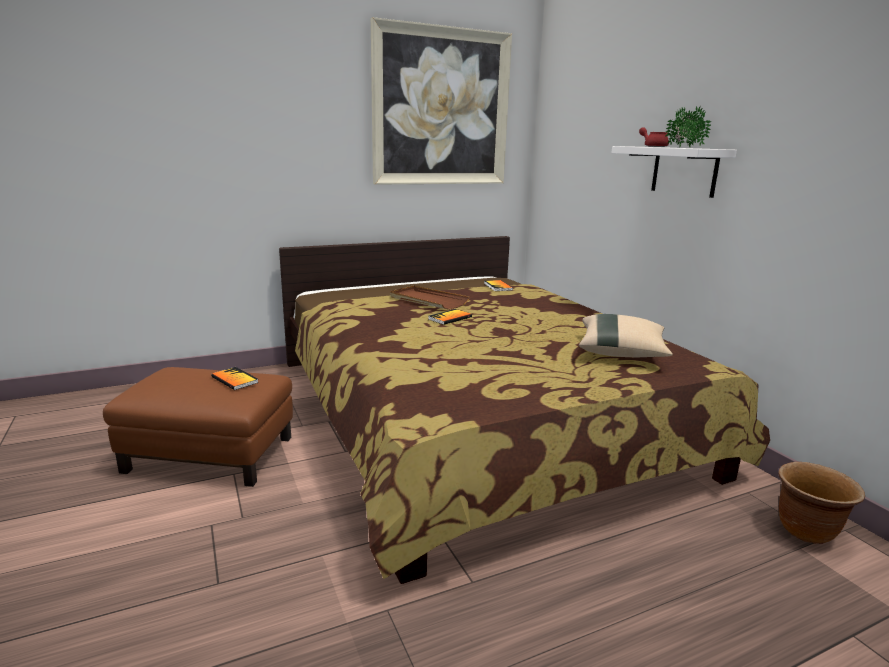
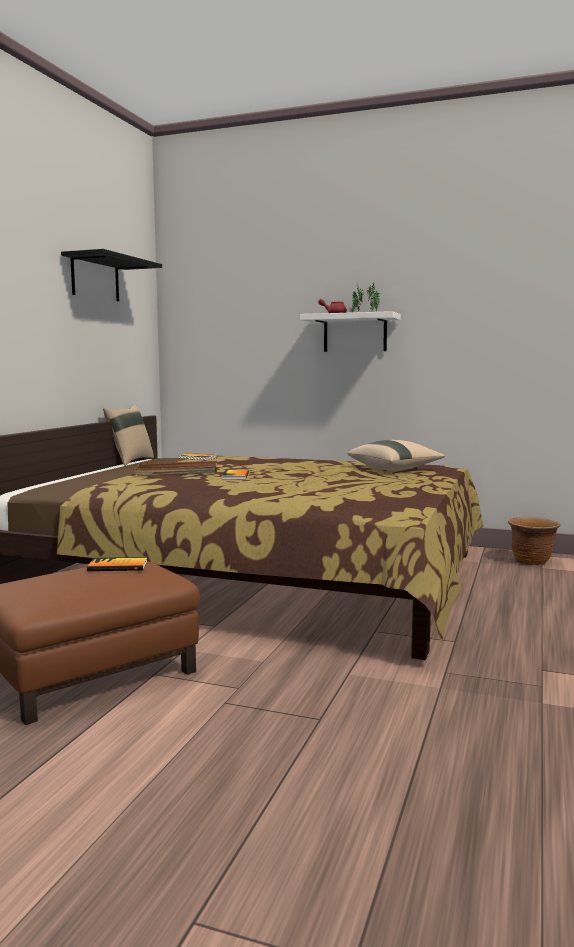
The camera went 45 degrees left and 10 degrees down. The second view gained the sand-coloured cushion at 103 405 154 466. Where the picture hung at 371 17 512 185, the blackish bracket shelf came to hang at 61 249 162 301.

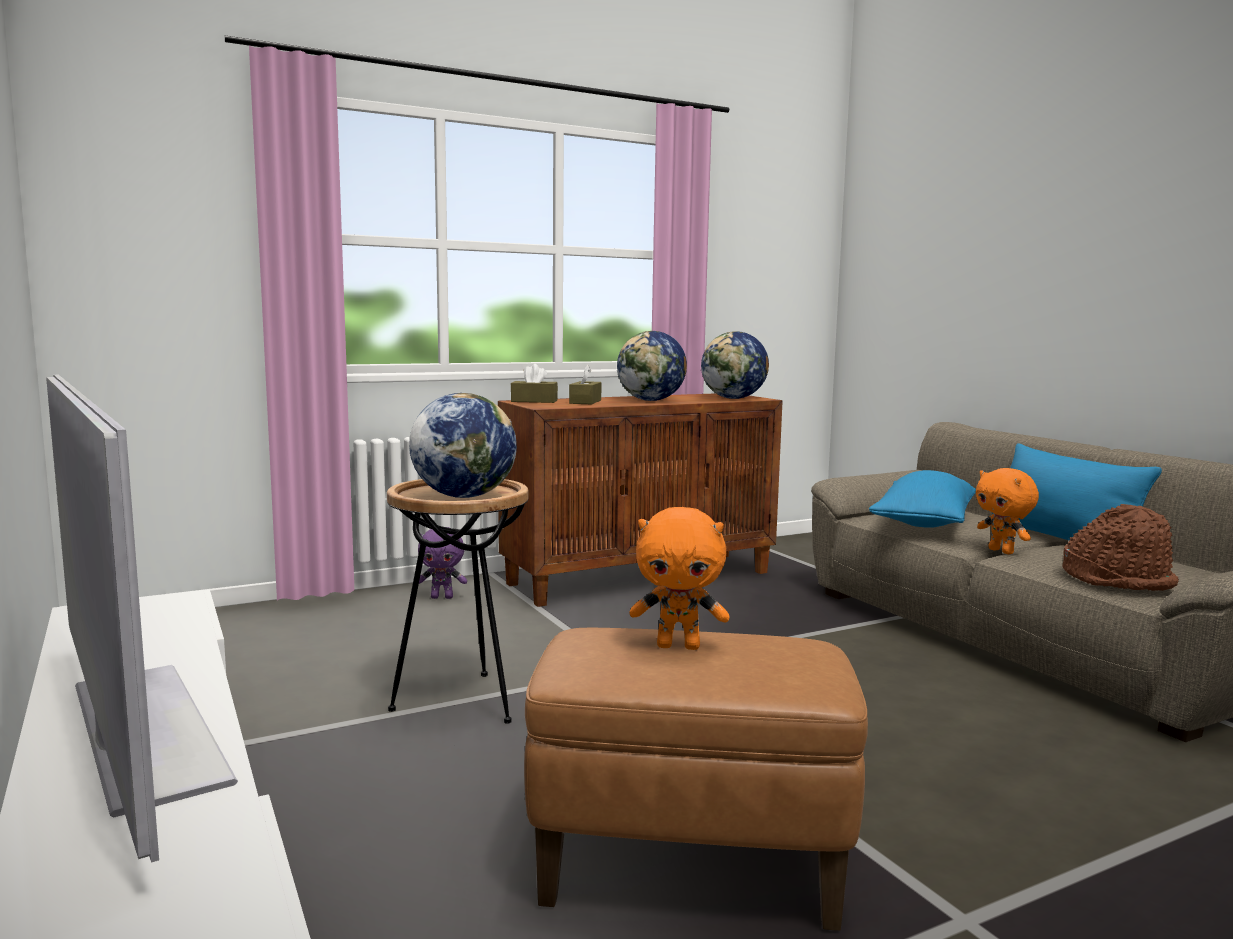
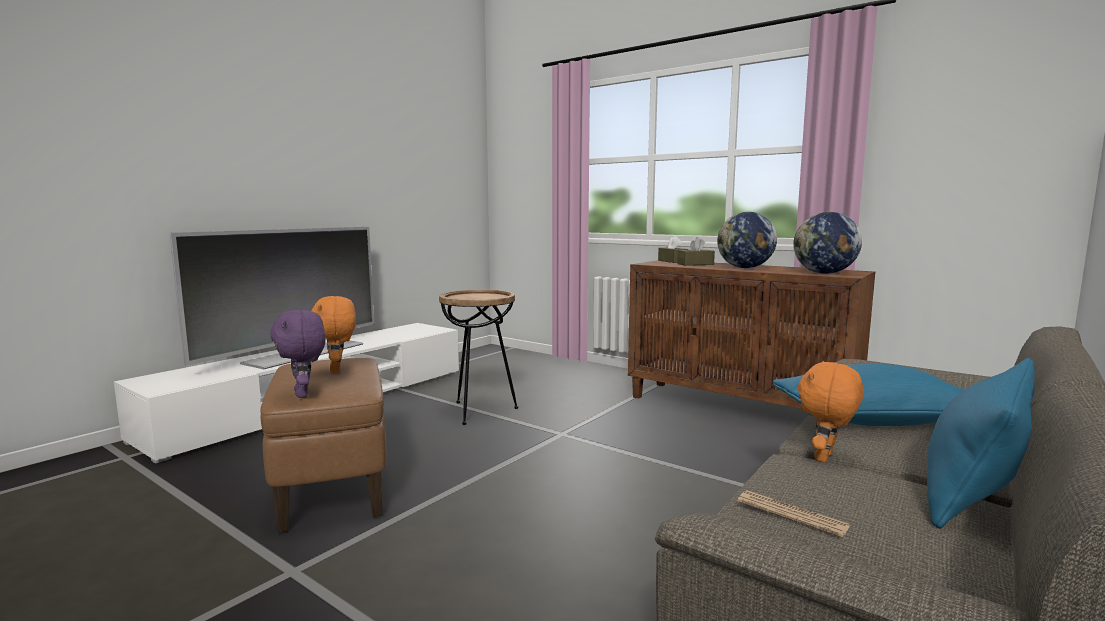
The camera went 65 degrees right and 0 degrees up. The second view lost the globe at 409 393 517 498. The purplish plush toy ended up elsewhere, having gone from 418 527 467 599 to 270 310 326 398. Where the brown-coloured hat stood at 1063 504 1179 591, the daily paper came to stand at 738 490 850 537.

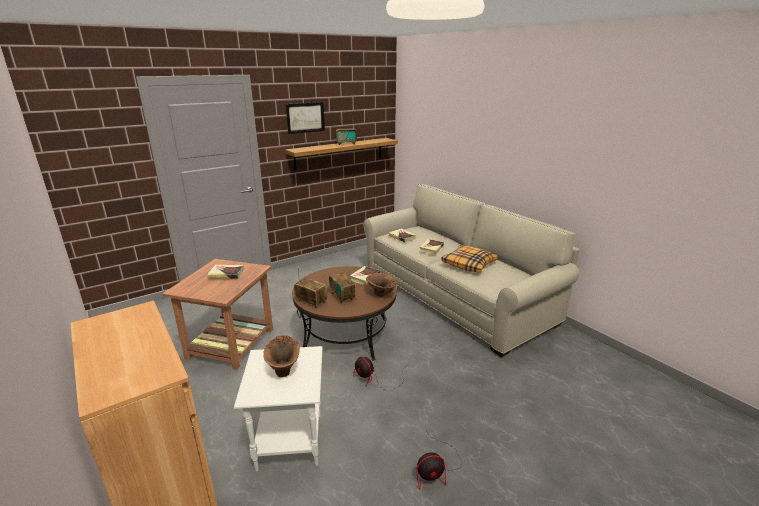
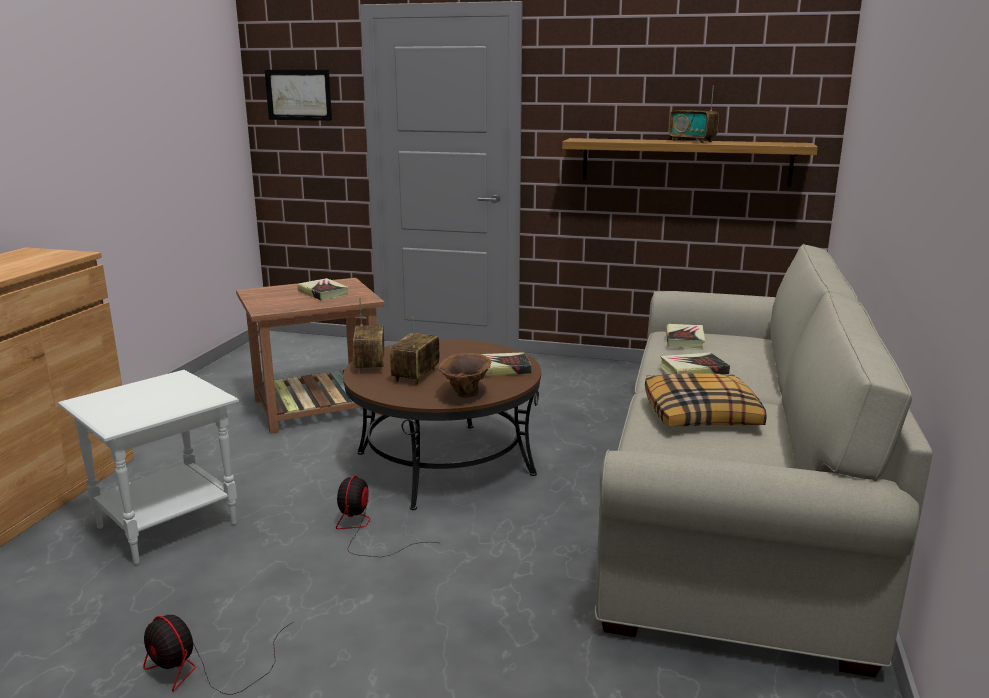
The camera went 50 degrees right and 5 degrees down. The second view lost the brown-coloured vase at 264 335 300 377. The picture ended up elsewhere, having gone from 286 102 325 134 to 265 70 332 121.

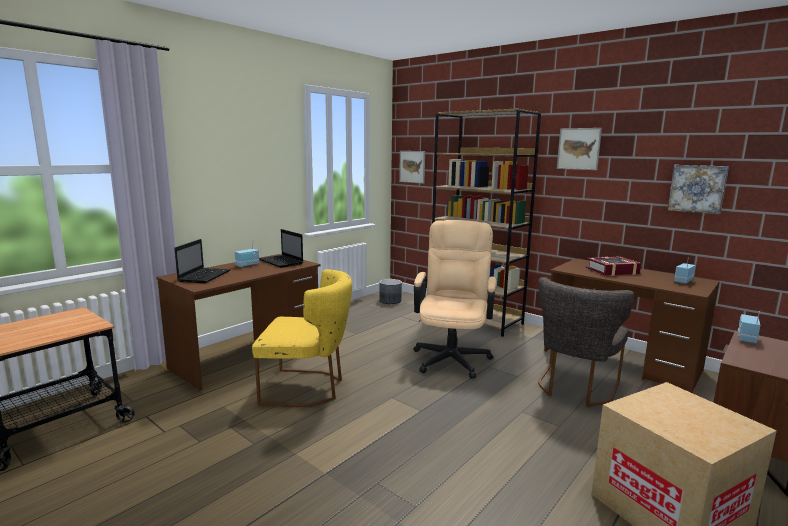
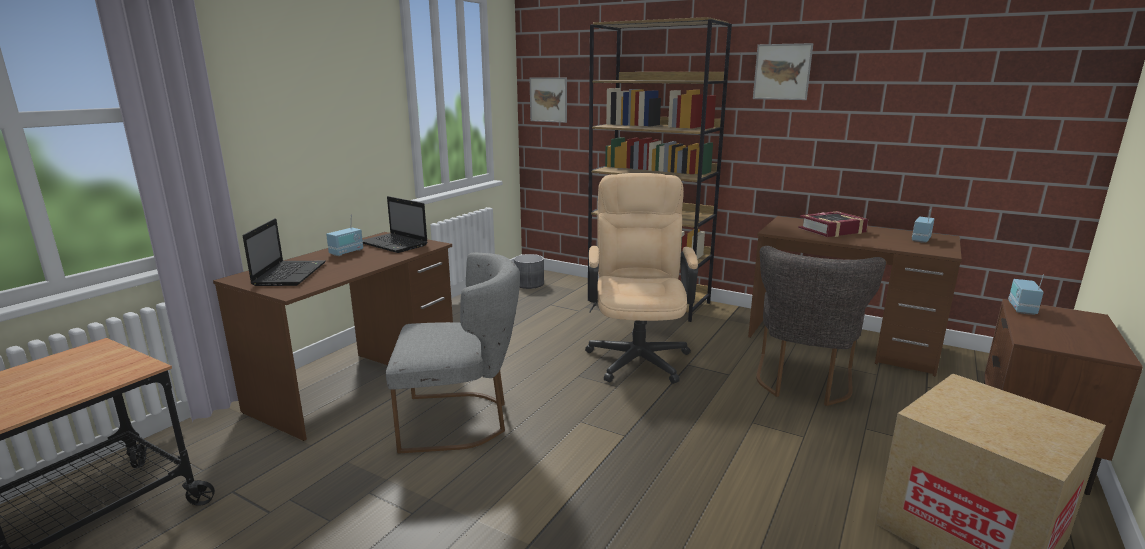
The camera went 10 degrees left and 5 degrees up. The second view lost the picture at 667 165 729 215. What was the yellowish plain chair at 252 269 352 407 turned into the gray plain chair at 386 252 520 454.

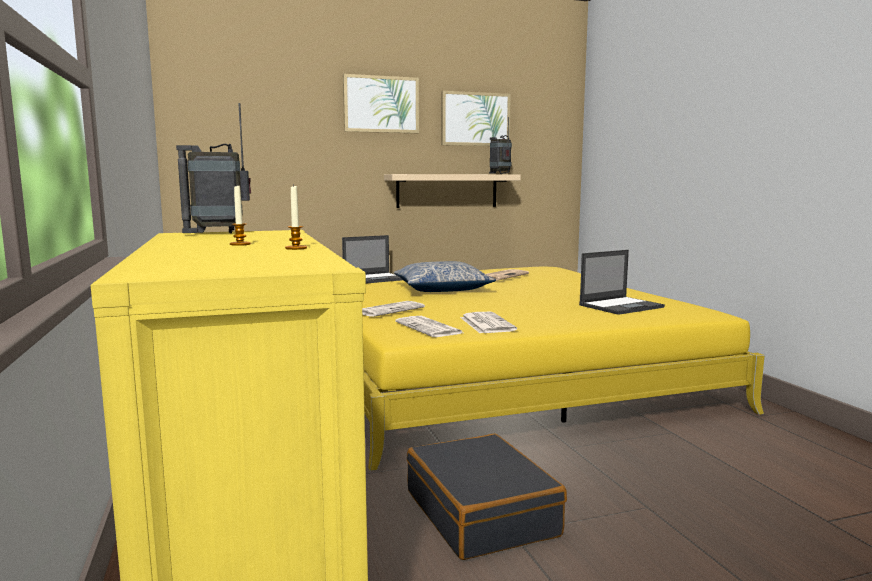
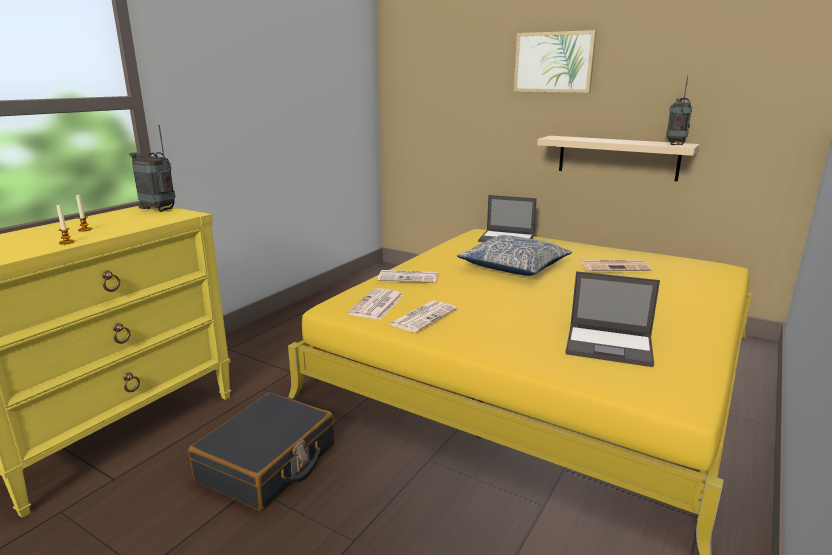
The camera went 50 degrees right and 10 degrees up. The second view lost the picture at 441 91 511 146.

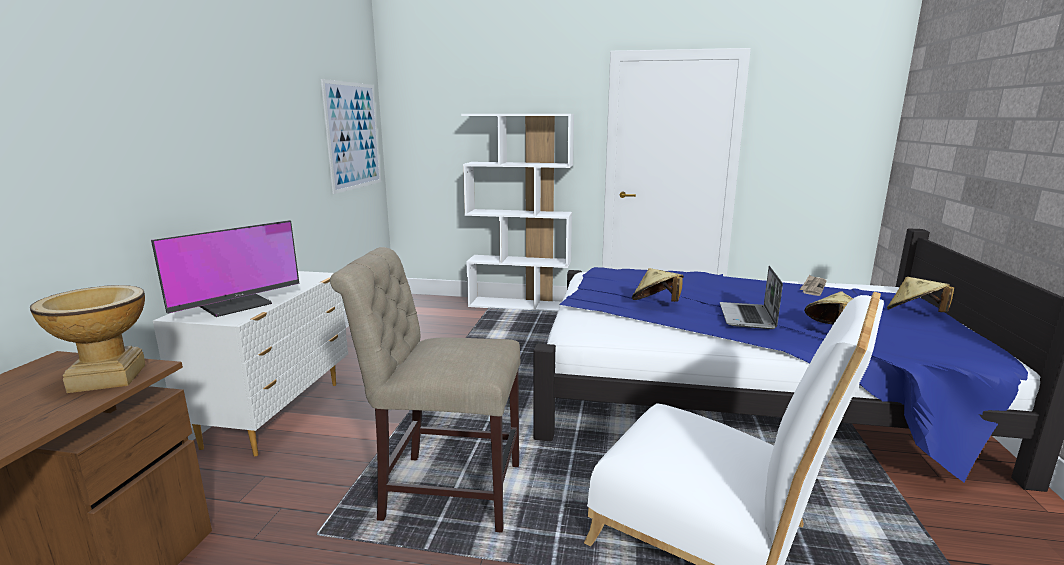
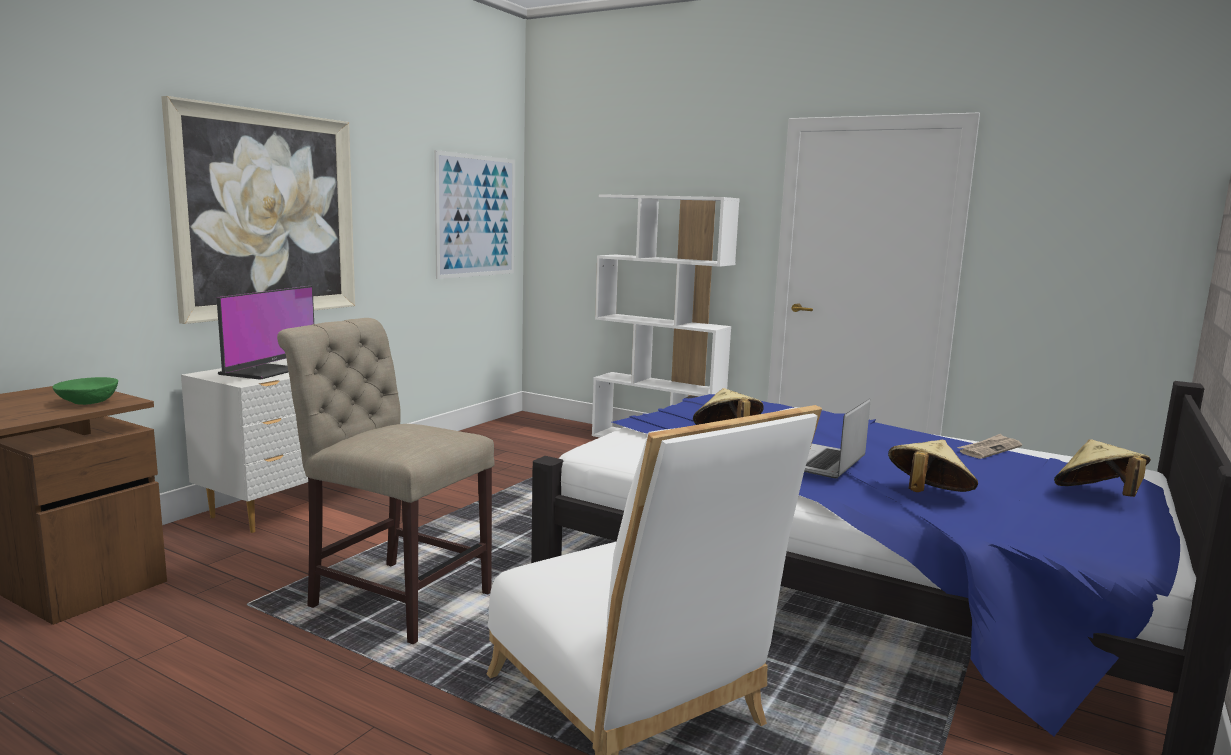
The camera went 20 degrees right and 5 degrees down. The second view gained the picture at 161 96 355 324. Where the vase stood at 30 285 145 393, the green-coloured serving bowl came to stand at 52 377 118 405. The computer display at 151 220 299 317 ended up facing another way, 45 degrees counterclockwise from before.

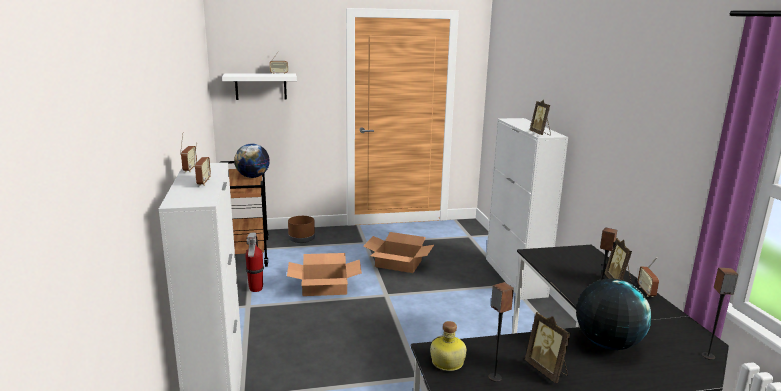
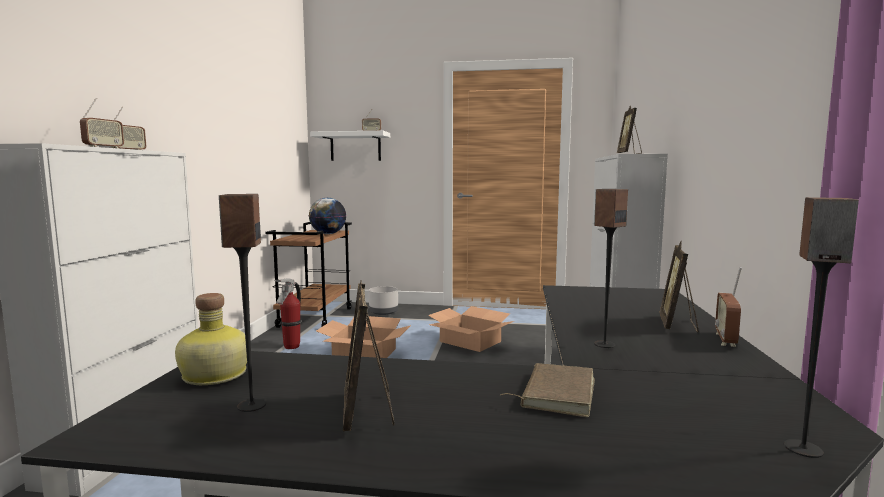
The camera went 20 degrees right and 10 degrees down. Where the globe stood at 576 279 651 350, the brown-coloured bound book came to stand at 501 363 595 417. What was the brown-coloured planter at 288 216 315 243 turned into the gray planter at 369 286 398 315.

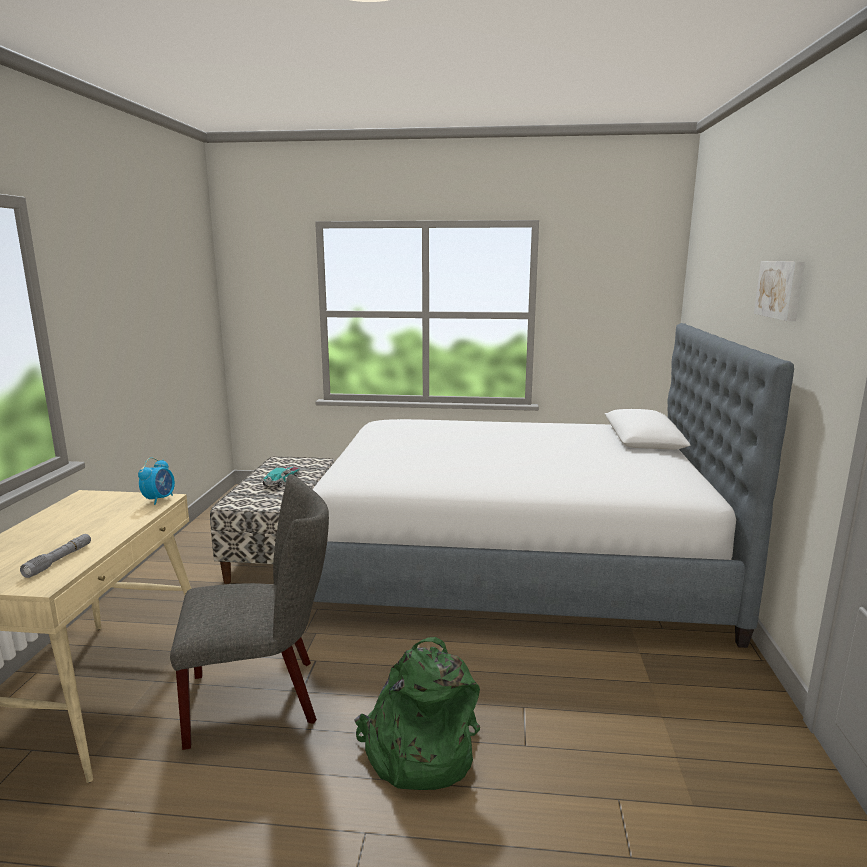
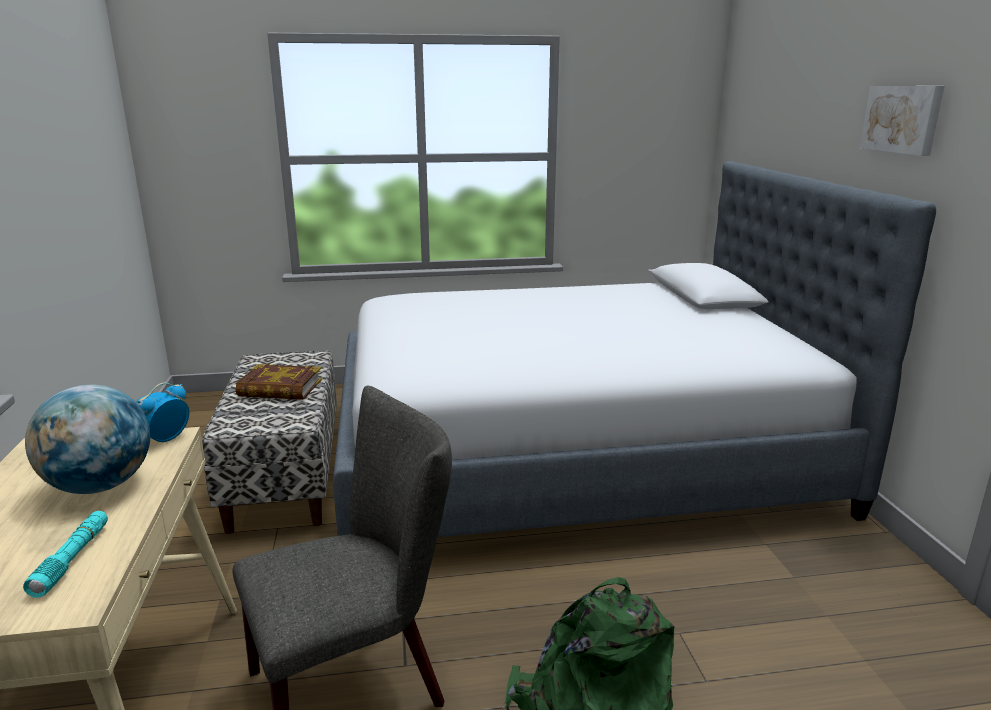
The camera went 15 degrees left and 5 degrees up. The second view gained the globe at 25 385 150 494. Where the miniature car stood at 261 466 300 488, the bound book came to stand at 236 364 322 400. What was the gray torch at 20 534 91 578 turned into the blue-green torch at 23 511 108 598. The bedside clock at 138 458 175 505 ended up facing another way, 150 degrees counterclockwise from before.

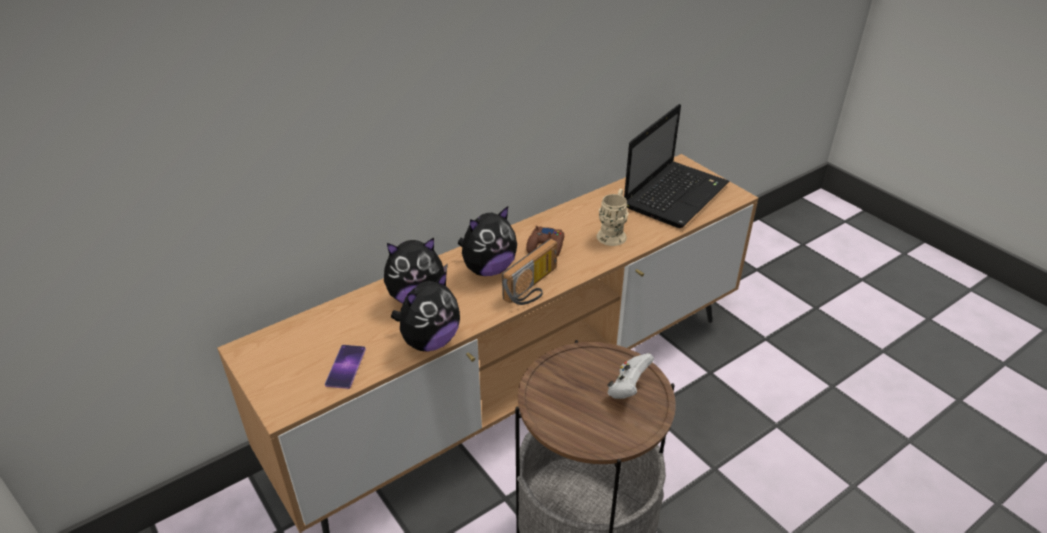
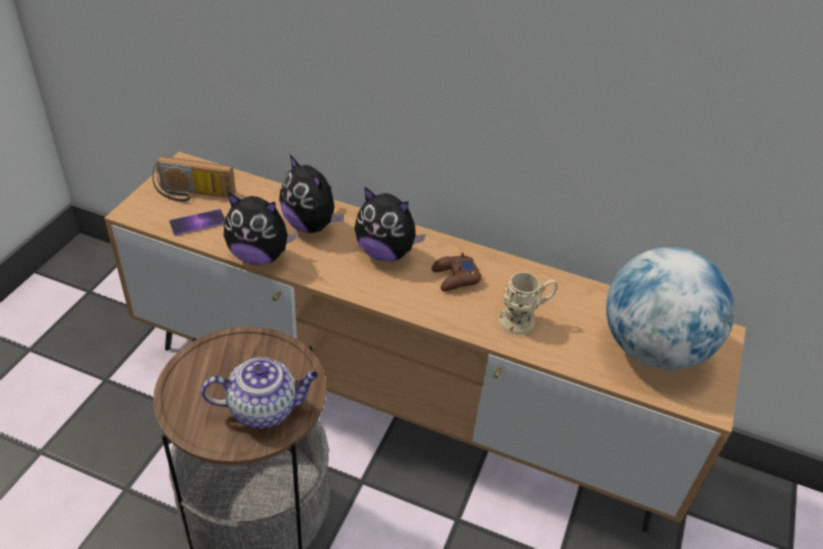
The camera went 55 degrees right and 5 degrees up. The radio ended up elsewhere, having gone from 502 239 557 305 to 152 156 236 202. Where the whitish joypad stood at 607 353 654 399, the pot for tea came to stand at 201 357 319 429. Where the portable computer stood at 624 104 729 228, the globe came to stand at 606 247 735 370.

